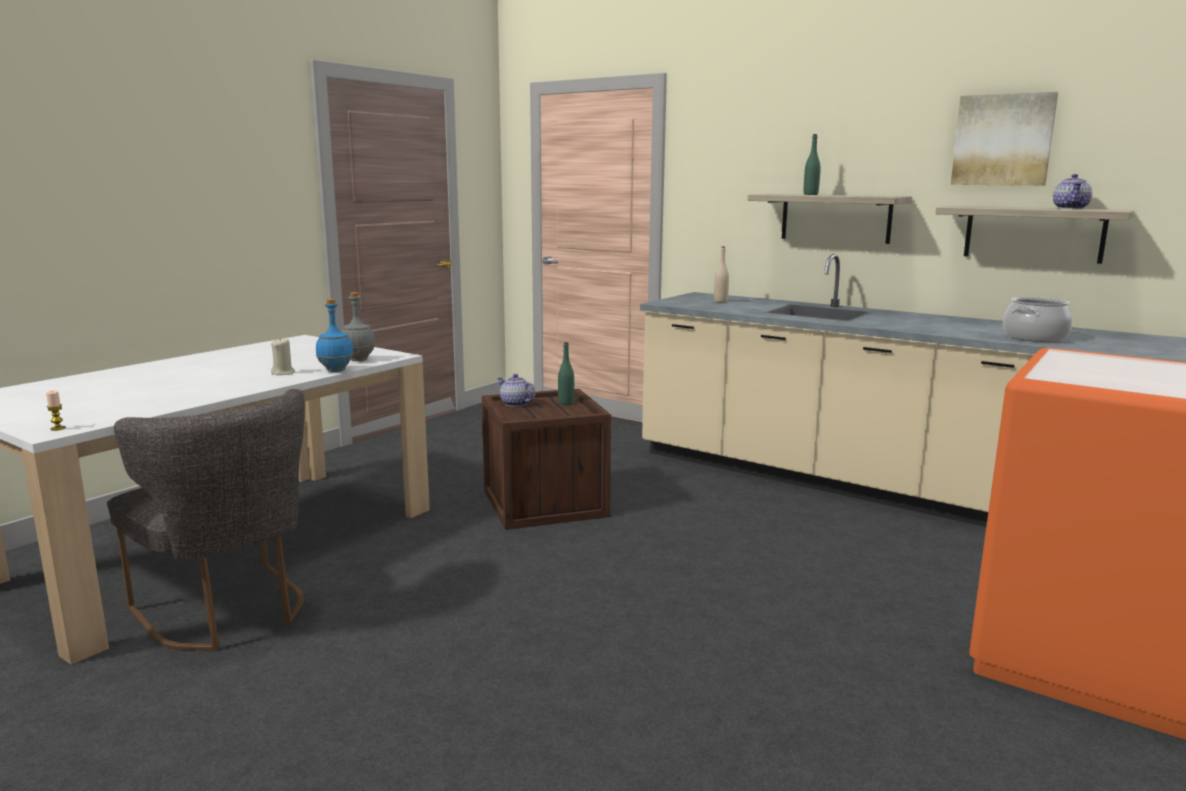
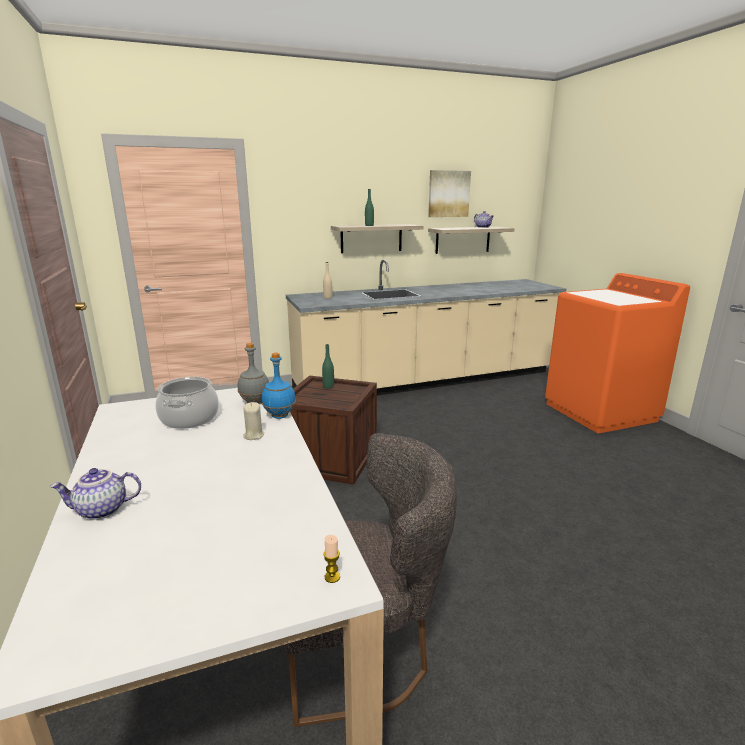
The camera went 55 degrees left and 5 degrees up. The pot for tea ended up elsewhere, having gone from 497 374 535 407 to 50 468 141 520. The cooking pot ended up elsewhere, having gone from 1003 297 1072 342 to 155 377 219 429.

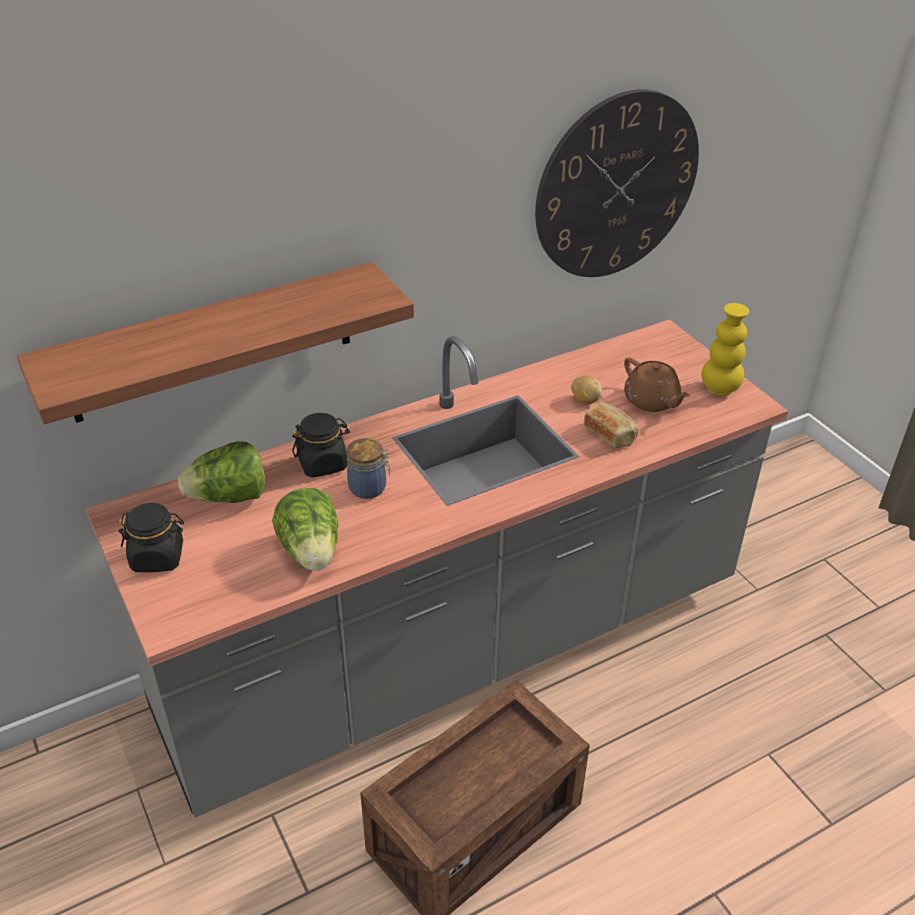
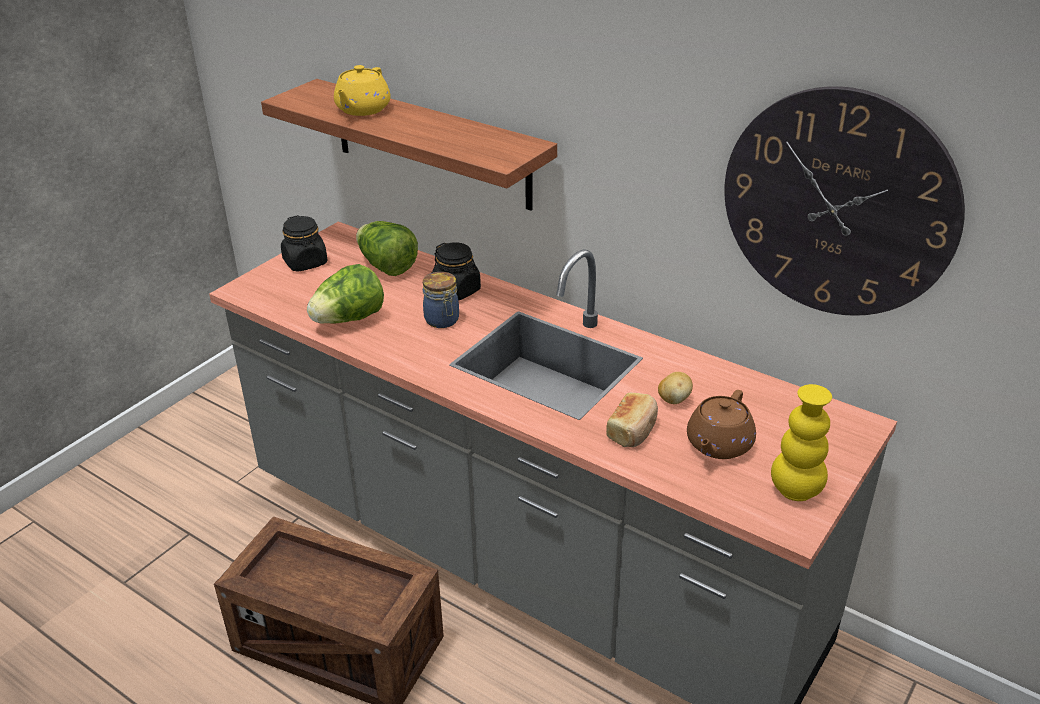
The camera went 65 degrees right and 5 degrees down. The second view gained the yellowish pot for tea at 334 65 391 116.

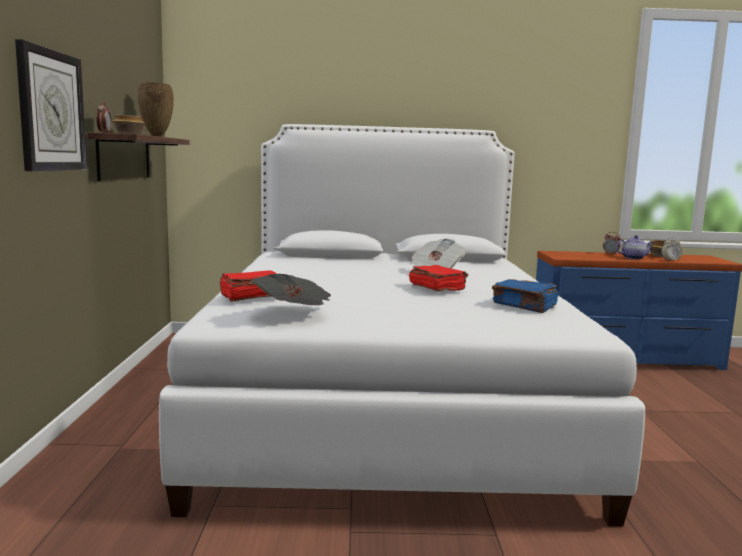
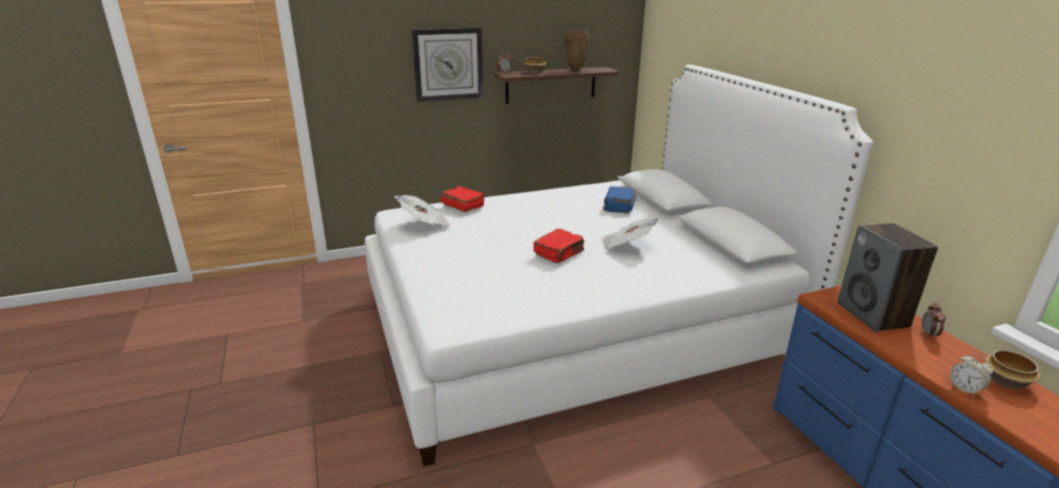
The camera went 70 degrees right and 15 degrees up. The second view lost the pot for tea at 616 235 653 260. The second view gained the loudspeaker at 837 223 938 332. The blue bound book ended up elsewhere, having gone from 492 279 559 313 to 603 186 637 214.

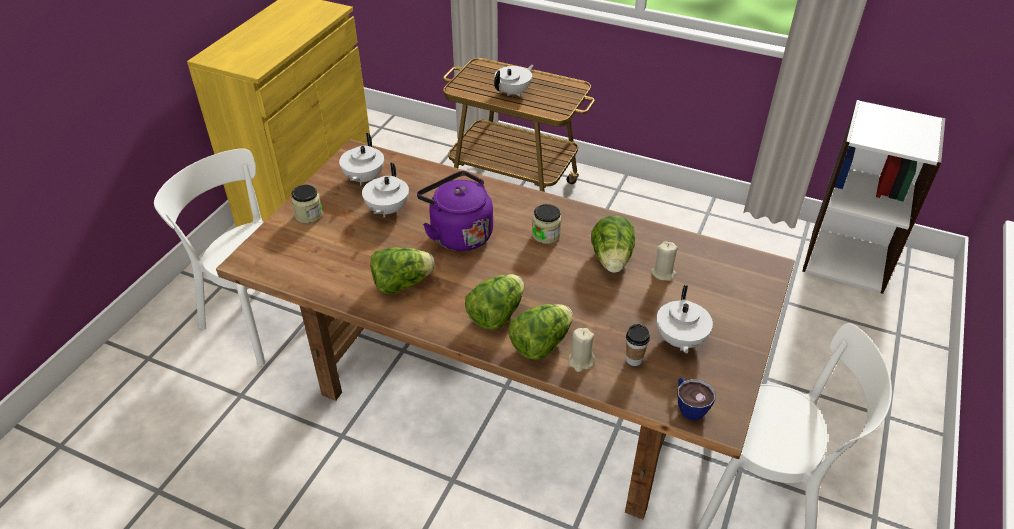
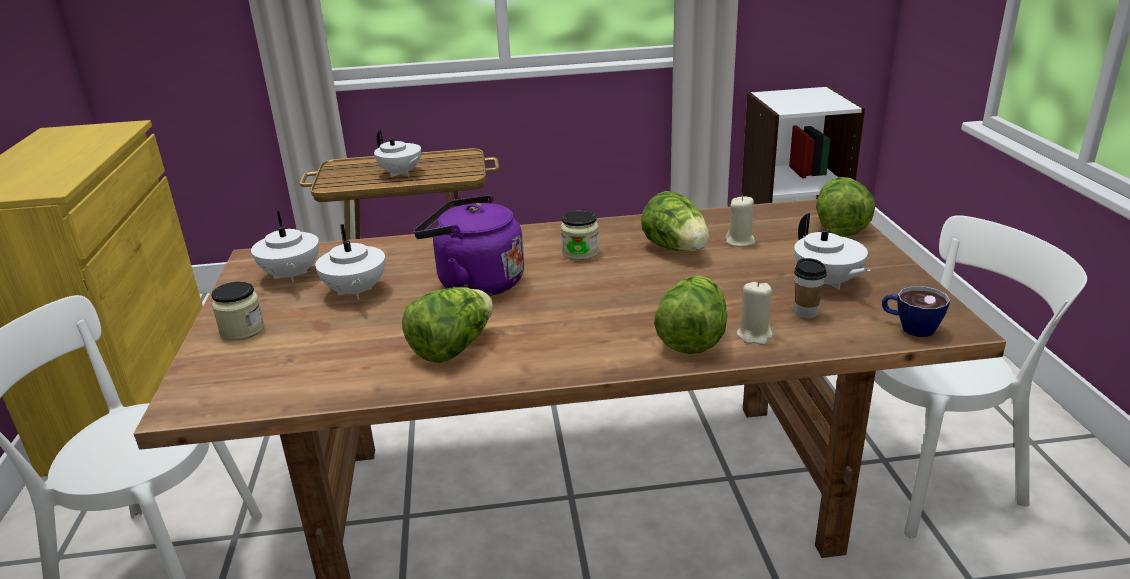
The camera went 30 degrees left and 15 degrees down. The lettuce head ended up elsewhere, having gone from 465 274 524 330 to 816 177 875 237. The whitish pot for tea at 494 65 534 96 ended up facing another way, 120 degrees clockwise from before.

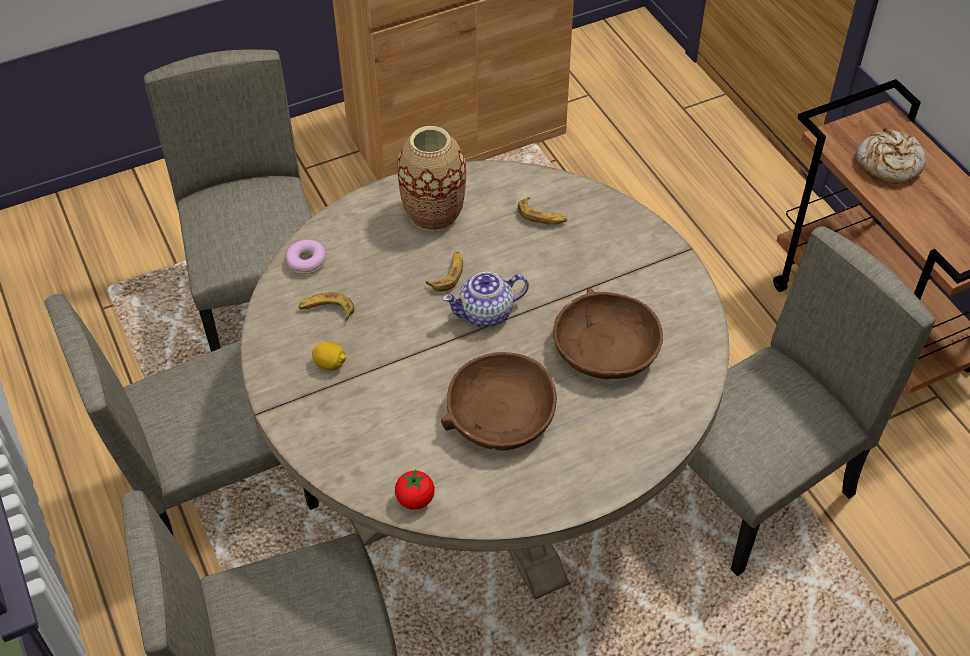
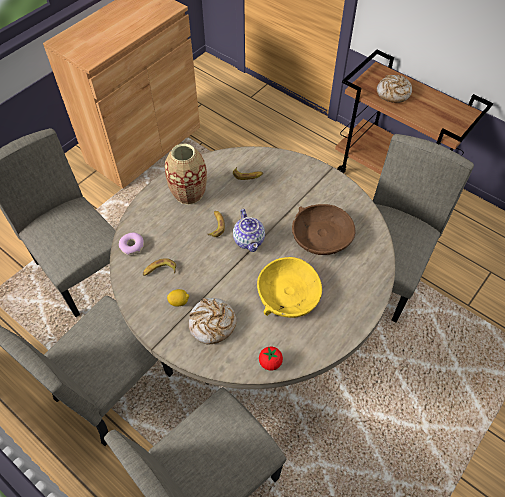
The camera went 25 degrees left and 5 degrees up. The second view gained the bread at 189 298 237 345. What was the brown-coloured serving bowl at 441 352 557 450 turned into the yellowish serving bowl at 257 257 322 318. The pot for tea at 442 272 529 327 ended up facing another way, 60 degrees counterclockwise from before.

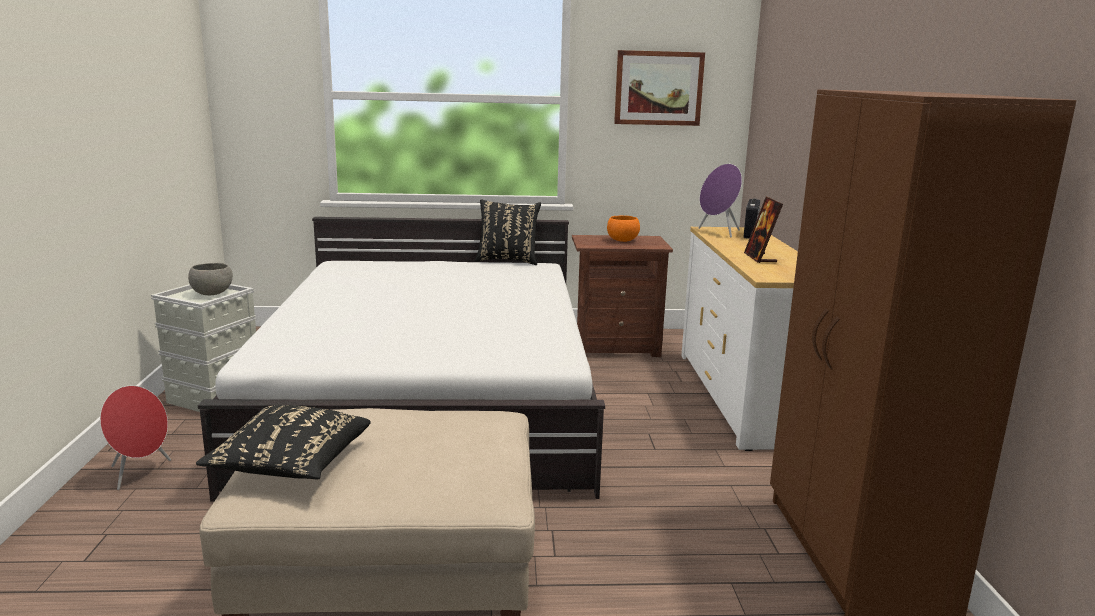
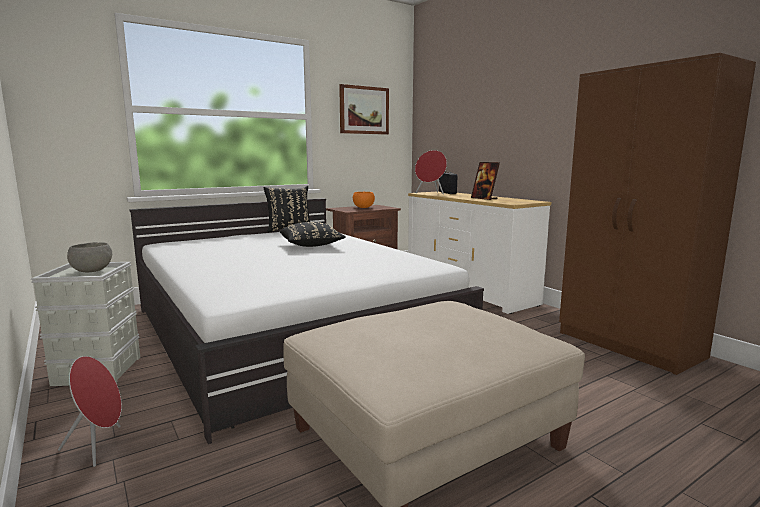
The camera went 30 degrees left and 5 degrees down. The blackish cushion ended up elsewhere, having gone from 196 405 371 480 to 280 222 346 247. What was the purplish loudspeaker at 699 164 742 238 turned into the reddish loudspeaker at 415 150 447 194.

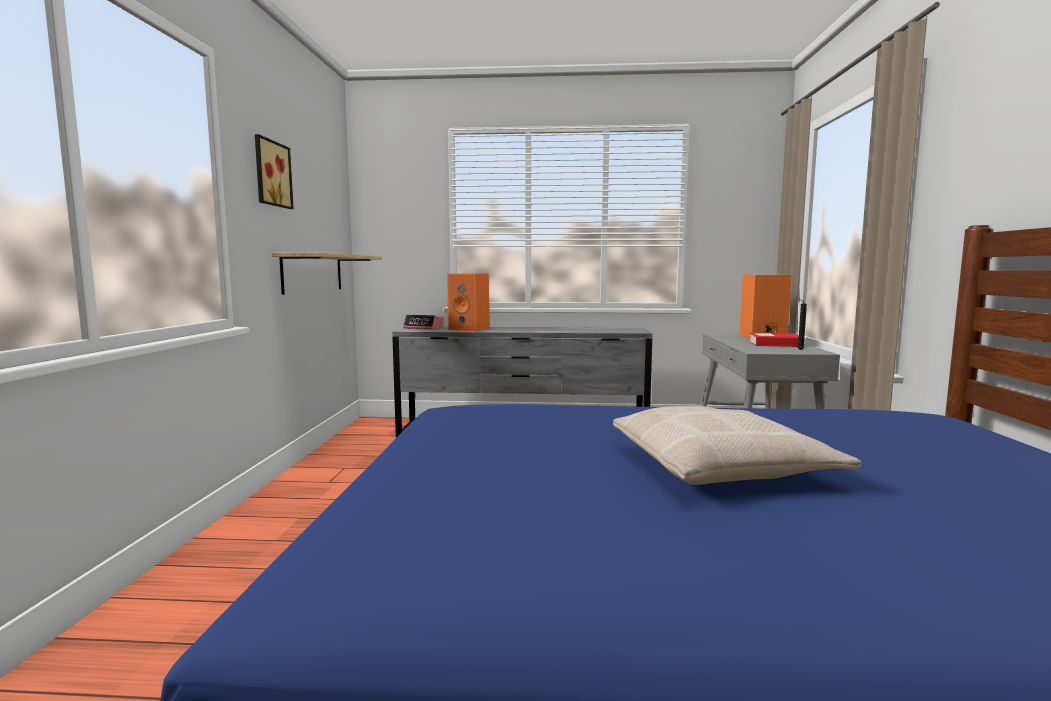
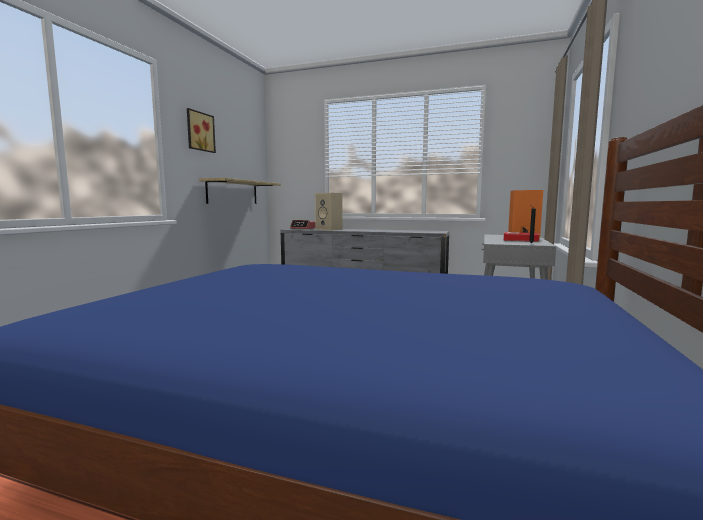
The camera went 15 degrees right and 0 degrees up. The second view lost the sand-coloured cushion at 613 406 861 485. What was the orange loudspeaker at 447 273 489 331 turned into the sand-coloured loudspeaker at 315 193 343 230.

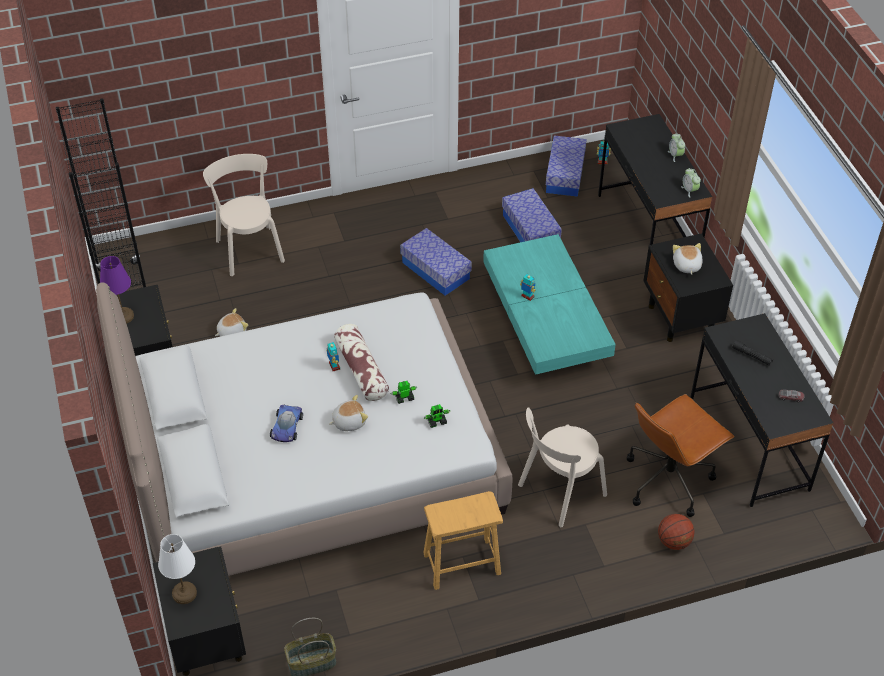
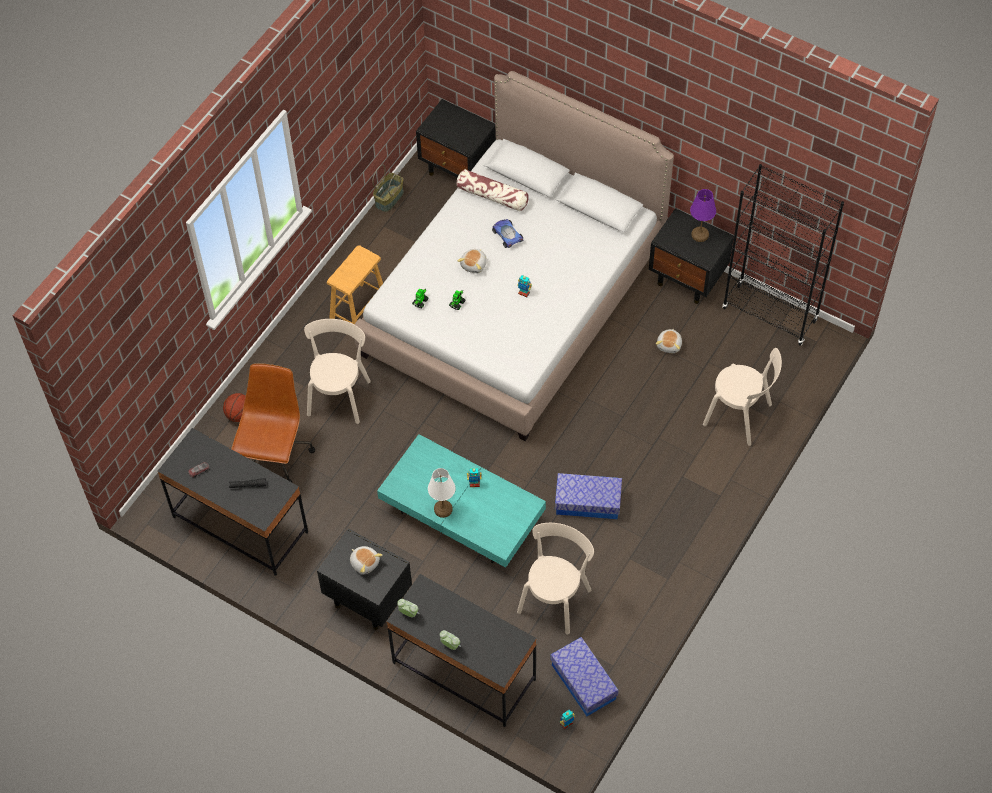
The camera went 140 degrees right and 10 degrees up. The whitish tabletop lamp ended up elsewhere, having gone from 158 534 197 604 to 428 468 456 518. The cushion ended up elsewhere, having gone from 334 324 389 401 to 457 169 528 211. Where the storage bin stood at 502 188 562 242, the sand-coloured plain chair came to stand at 517 523 594 635.

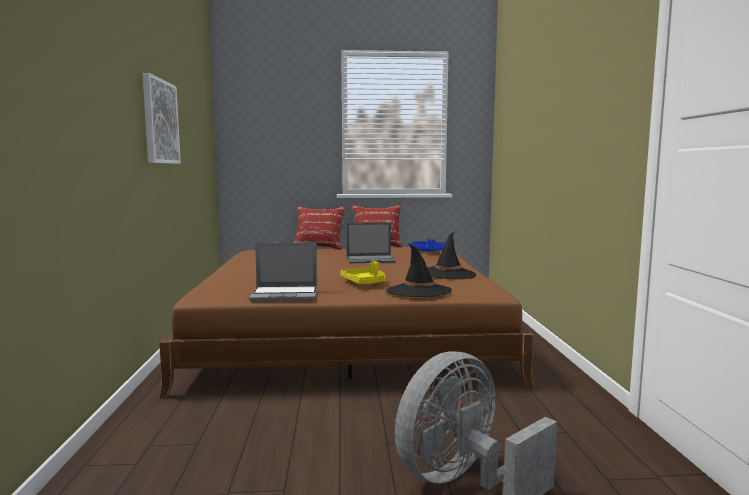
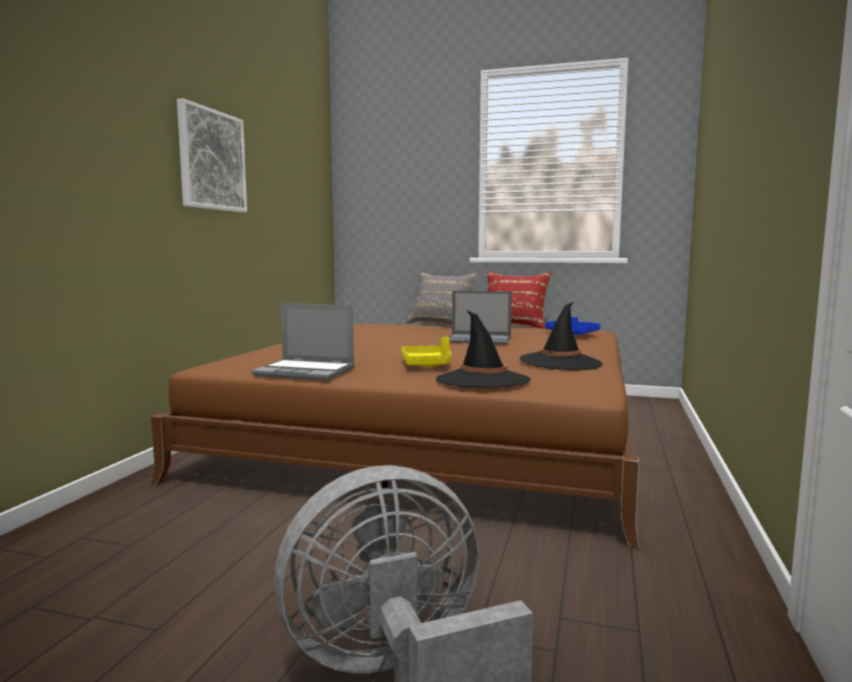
The camera went 20 degrees right and 0 degrees up. What was the reddish cushion at 294 206 346 250 turned into the gray cushion at 406 272 478 325.

